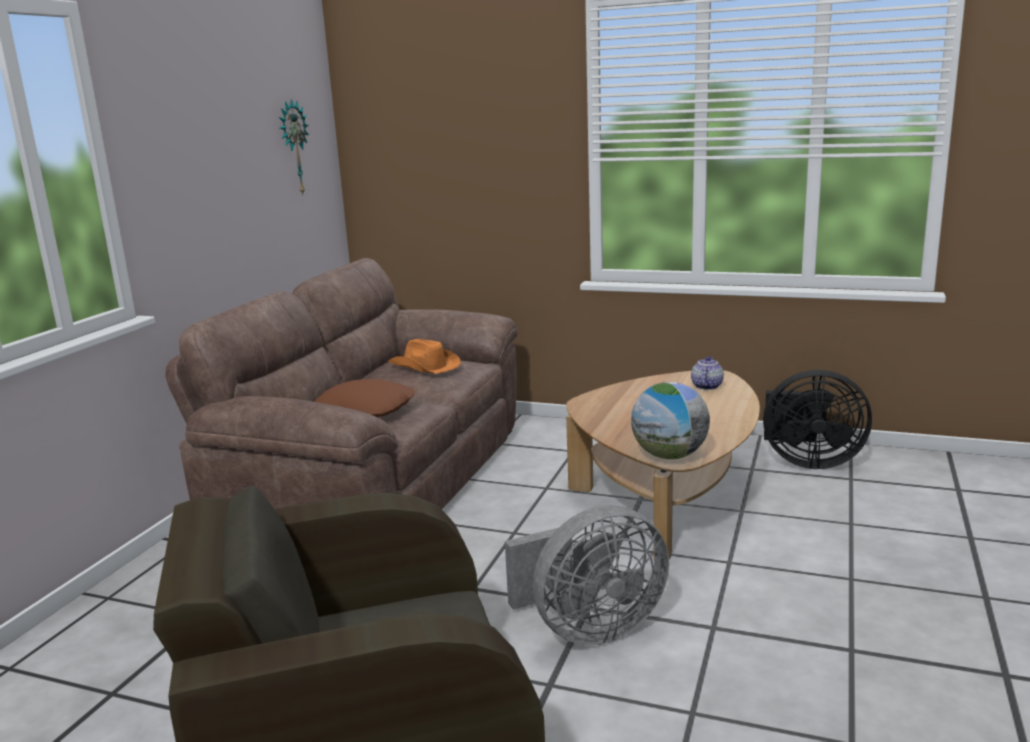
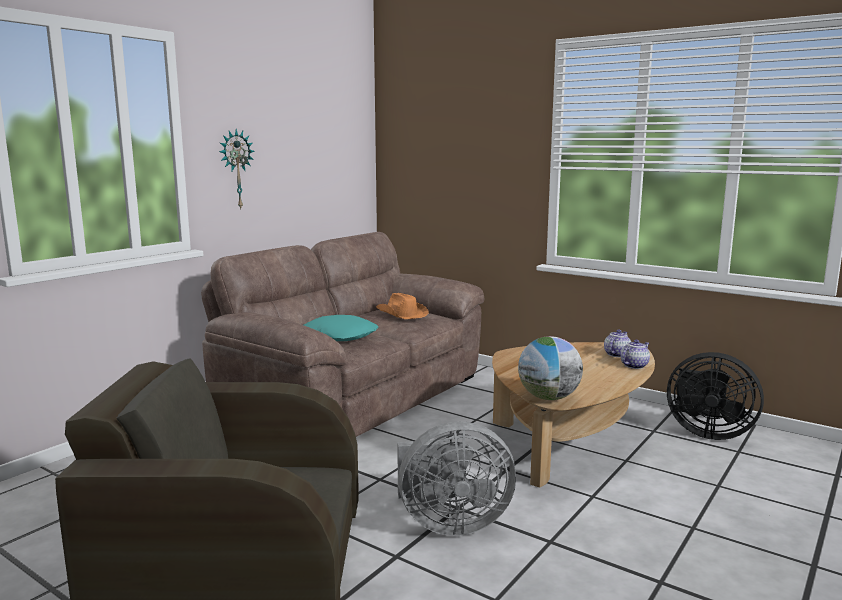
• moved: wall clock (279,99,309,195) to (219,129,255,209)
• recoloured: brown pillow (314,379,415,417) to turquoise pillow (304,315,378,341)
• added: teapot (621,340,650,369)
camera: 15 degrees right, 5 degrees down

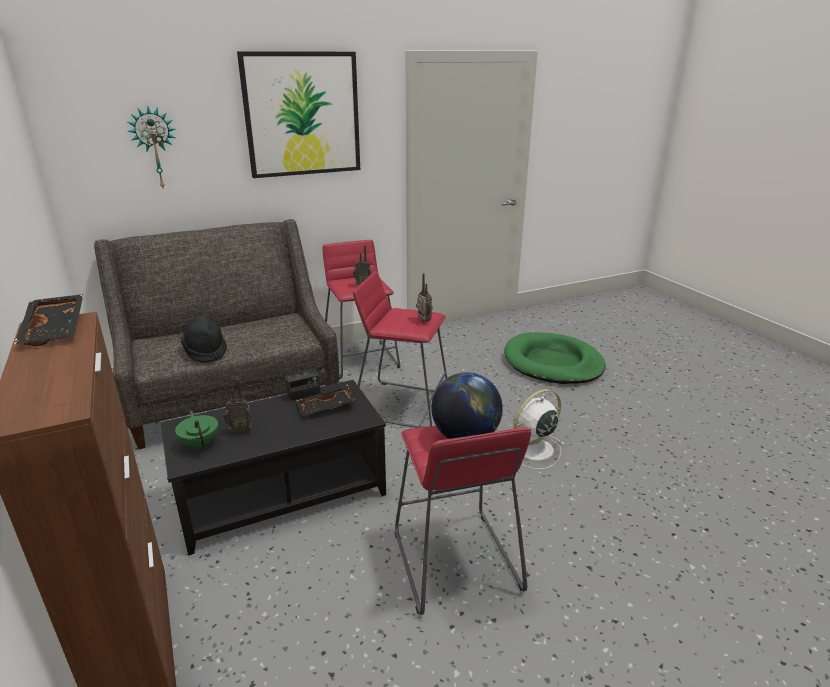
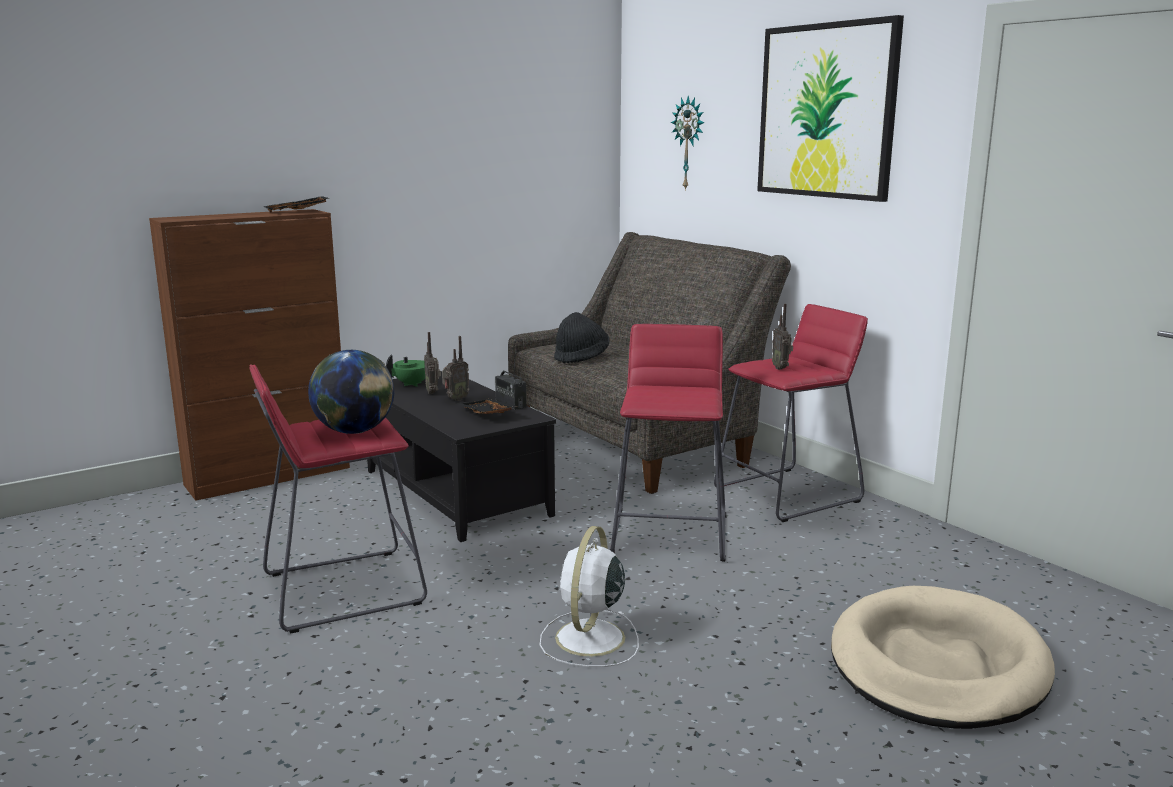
• moved: radio (416,273,433,322) to (442,336,470,401)
• turned: white fan (513,389,564,469) = (540,526,639,667) 120 degrees counterclockwise
• recoloured: green dog bed (504,332,606,384) to beige dog bed (831,586,1055,729)
camera: 80 degrees right, 10 degrees down

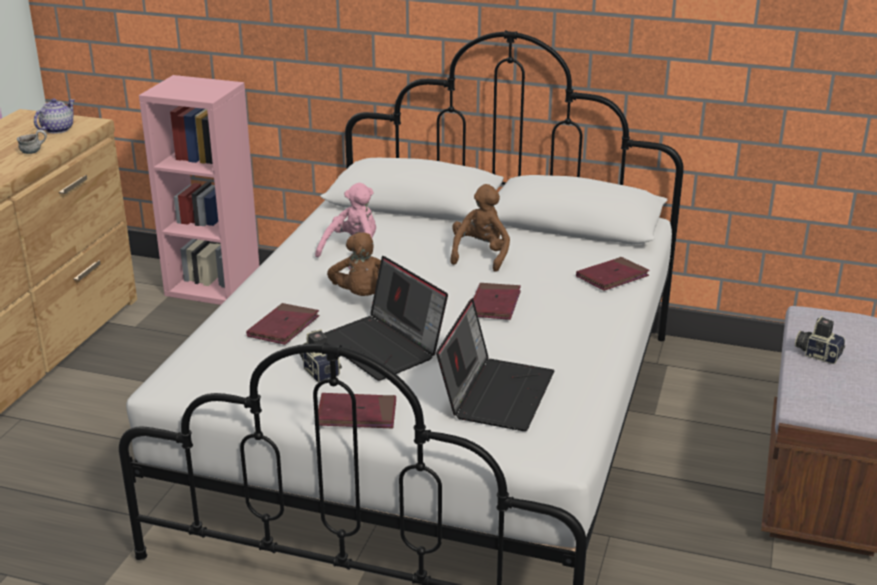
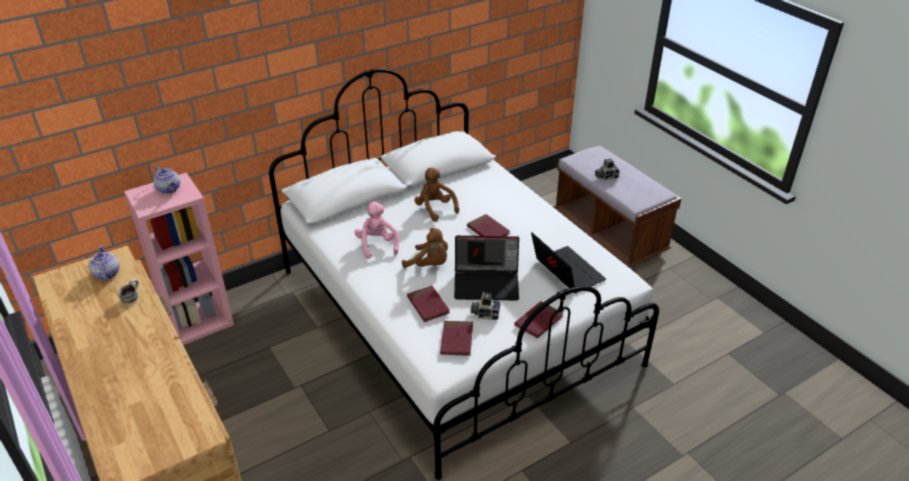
• added: teapot (153,166,180,194)
• moved: red book (576,257,650,291) to (440,321,473,356)
camera: 50 degrees left, 10 degrees up

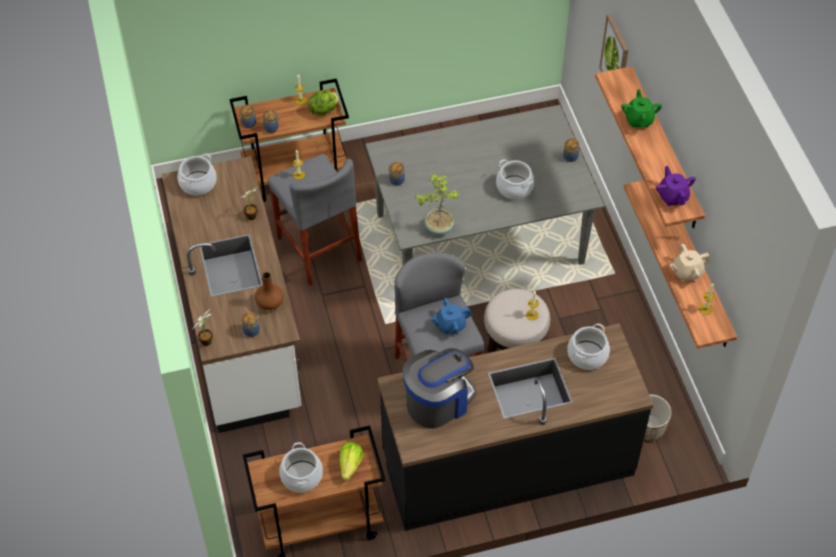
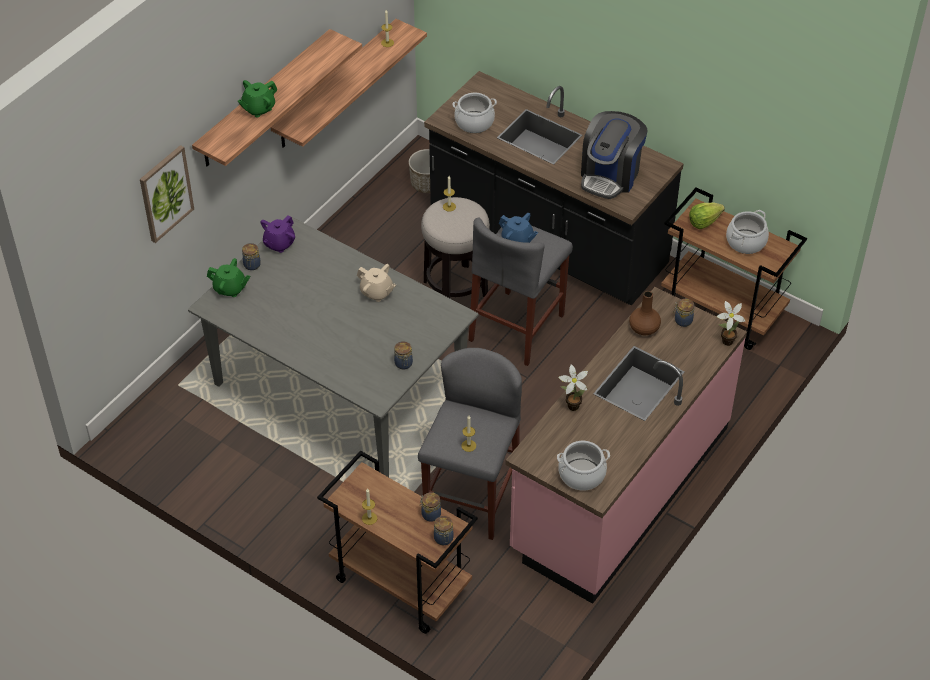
• added: green teapot (207,258,250,297)
• moved: purple teapot (656,166,696,206) to (261,215,295,253)
• moved: beige teapot (669,244,710,282) to (357,264,396,302)
• recoloured: white counter (162,156,301,433) to pink counter (505,287,747,604)
• turned: coffee machine (403,348,477,429) = (581,111,648,199) 75 degrees counterclockwise
• removed: lettuce (308,90,339,116)
• removed: potted plant (415,174,459,235)
• removed: cooking pot (496,159,534,199)
camera: 130 degrees left, 5 degrees down

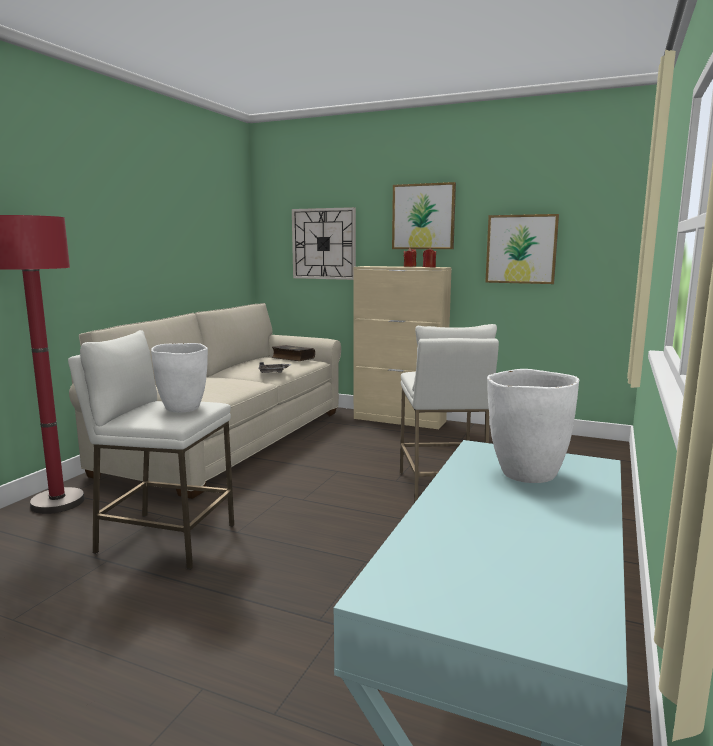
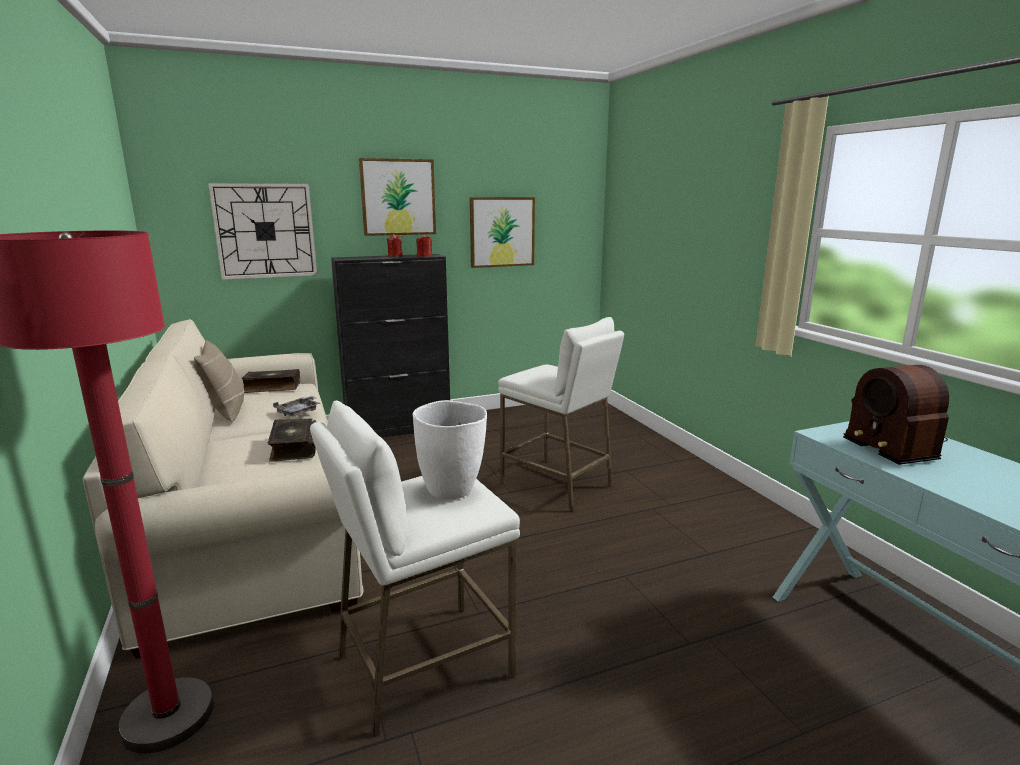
• added: beige pillow (193,340,245,423)
• added: book (267,418,316,462)
• recoloured: beige cabinet (353,266,452,429) to black cabinet (331,254,450,438)
• replaced: white vase (487,369,579,483) to radio (843,365,949,465)
camera: 45 degrees left, 5 degrees up

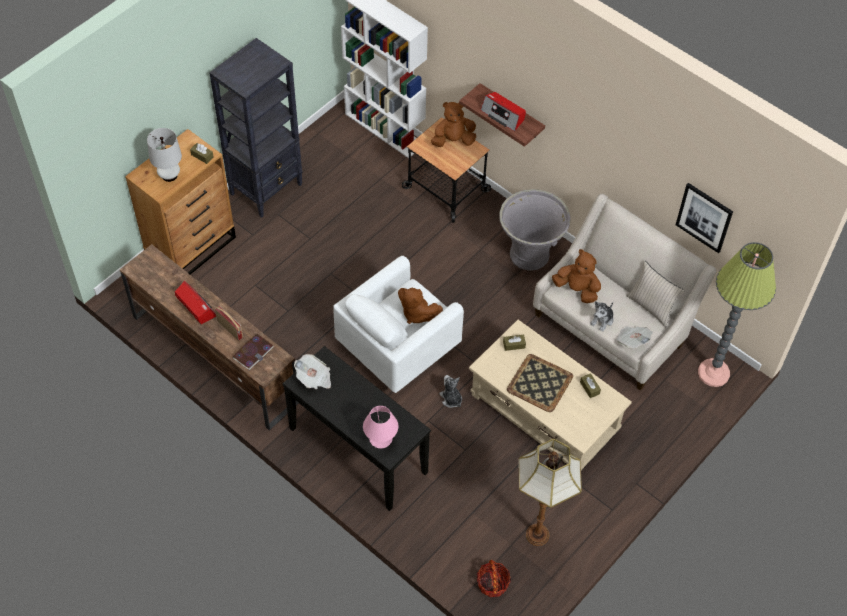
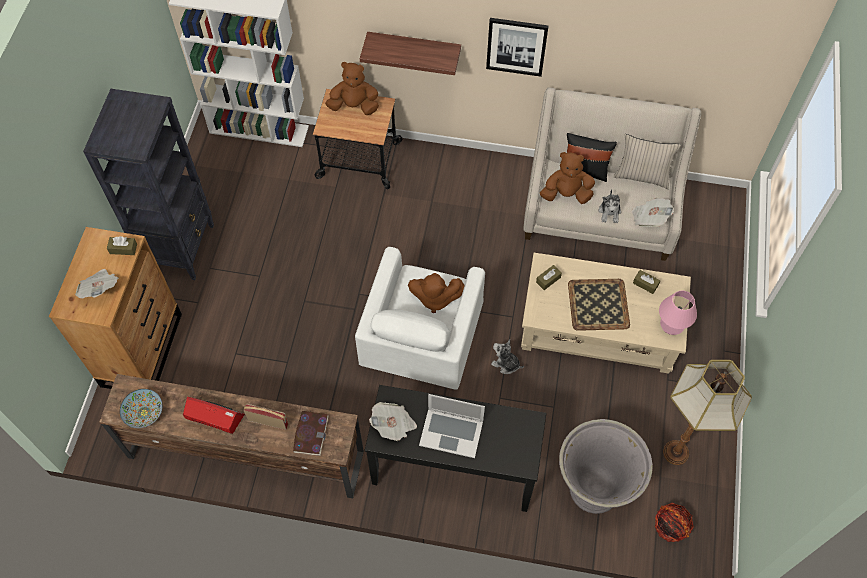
• replaced: white table lamp (147,128,182,182) to newspaper (75,269,118,298)
• added: bowl (120,389,163,428)
• turned: brown plush toy (431,102,476,147) = (325,62,379,115) 45 degrees clockwise
• added: laptop (419,394,485,458)
• moved: picture (676,183,733,253) to (486,18,548,77)
• moved: grey planter (499,189,571,271) to (559,419,653,514)
• added: black pillow (567,133,617,182)
• moved: pink table lamp (363,406,398,449) to (659,291,697,335)
• removed: radio (480,92,526,132)
• removed: floor lamp (698,242,776,387)
camera: 30 degrees left, 5 degrees up

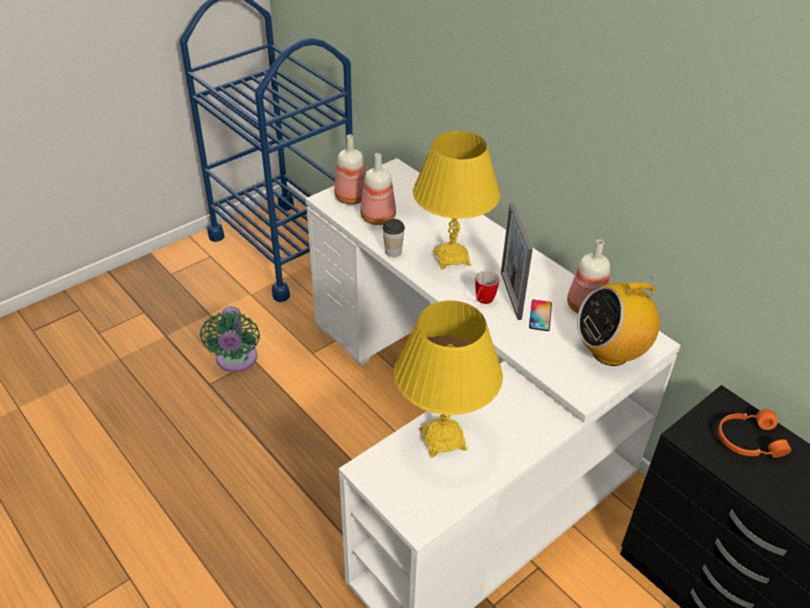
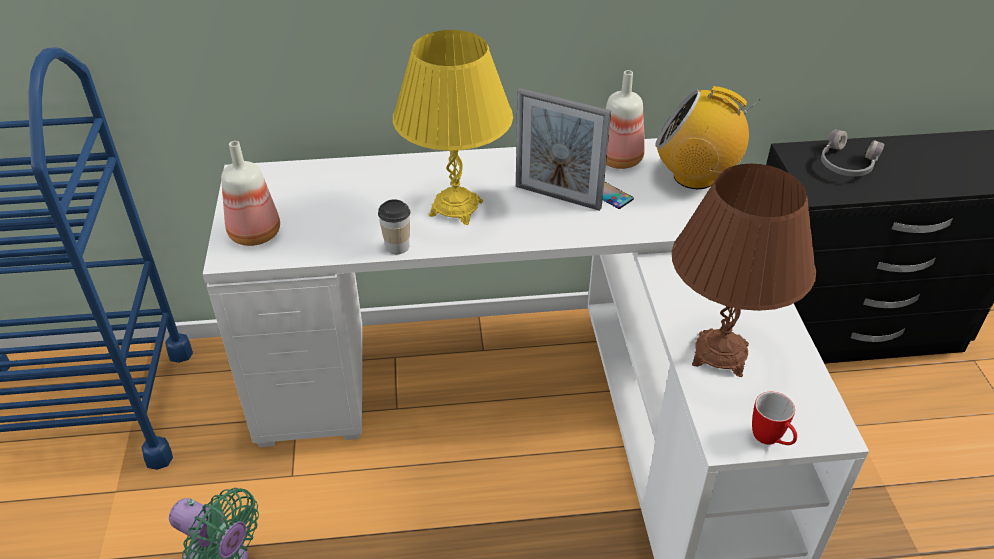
• turned: radio (577,278,660,366) = (655,86,761,189) 90 degrees clockwise
• recoloured: yellow table lamp (394,300,503,458) to brown table lamp (672,164,816,377)
• moved: mug (475,271,499,304) to (752,392,797,445)
• recoloured: orange headphones (718,409,792,458) to grey headphones (821,129,884,176)
• removed: bottle (360,153,396,225)
camera: 55 degrees left, 0 degrees up

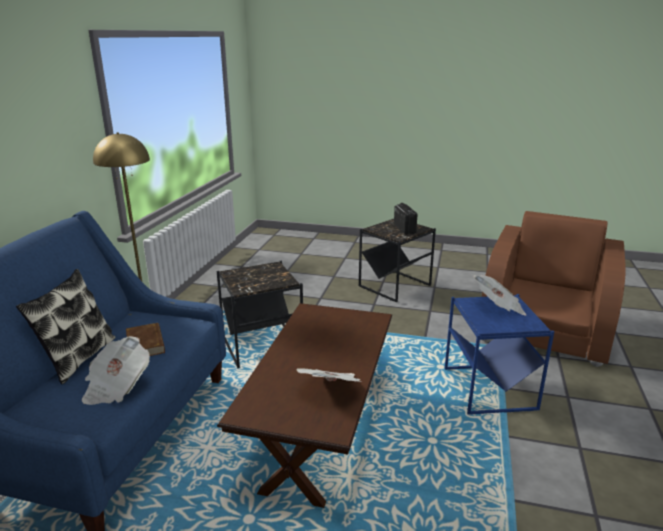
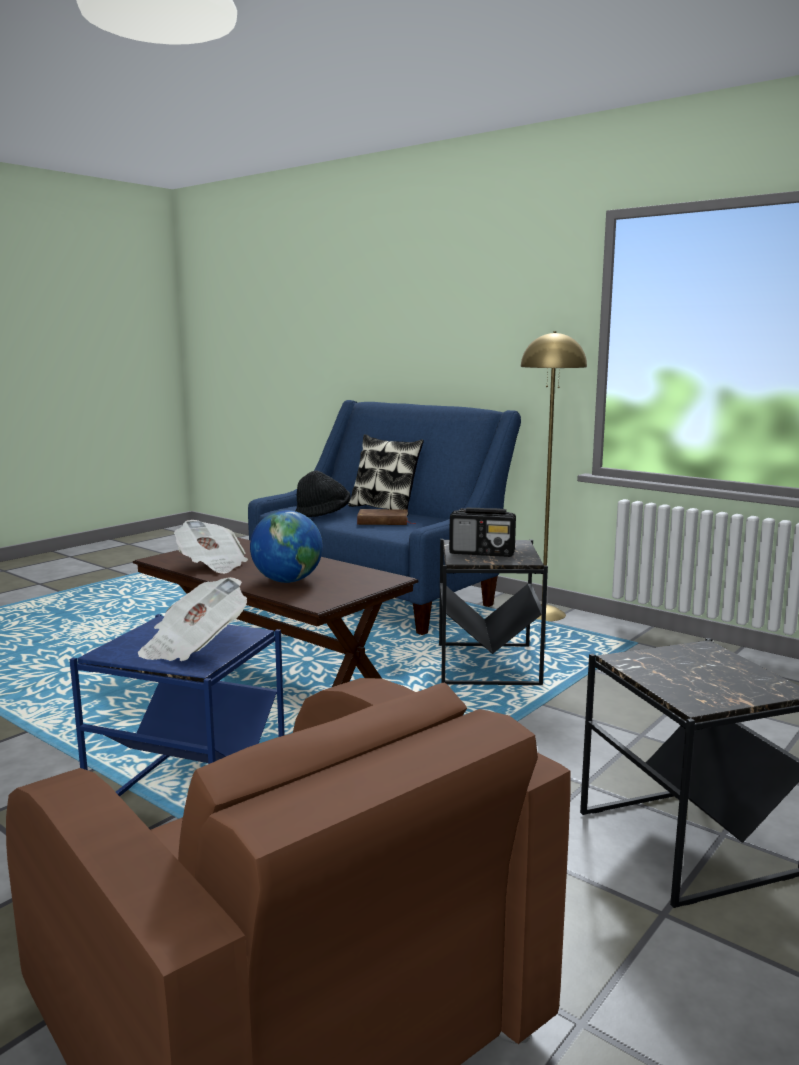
• added: globe (250,510,323,583)
• replaced: newspaper (82,336,150,405) to black hat (296,471,350,517)
• moved: radio (394,203,417,235) to (449,508,516,557)
camera: 115 degrees right, 10 degrees down

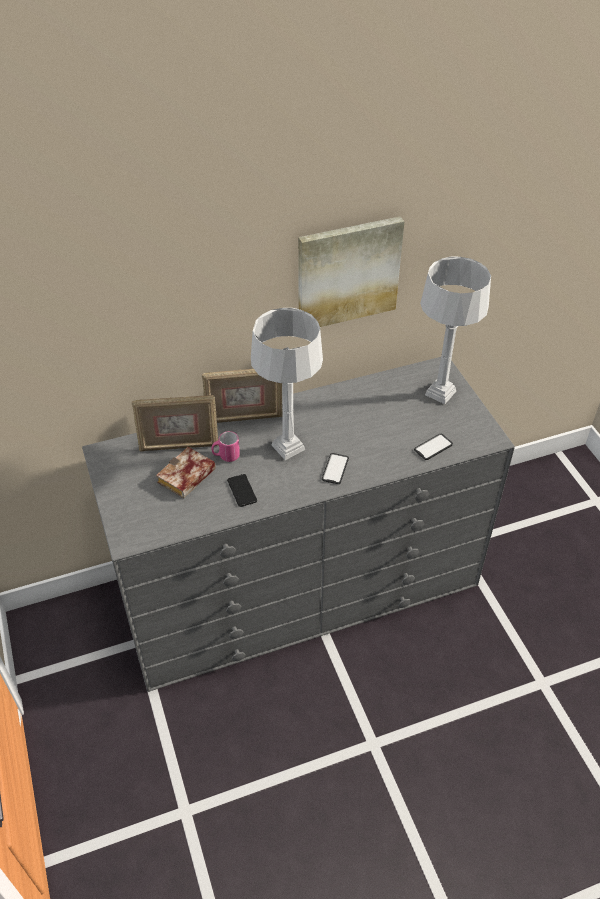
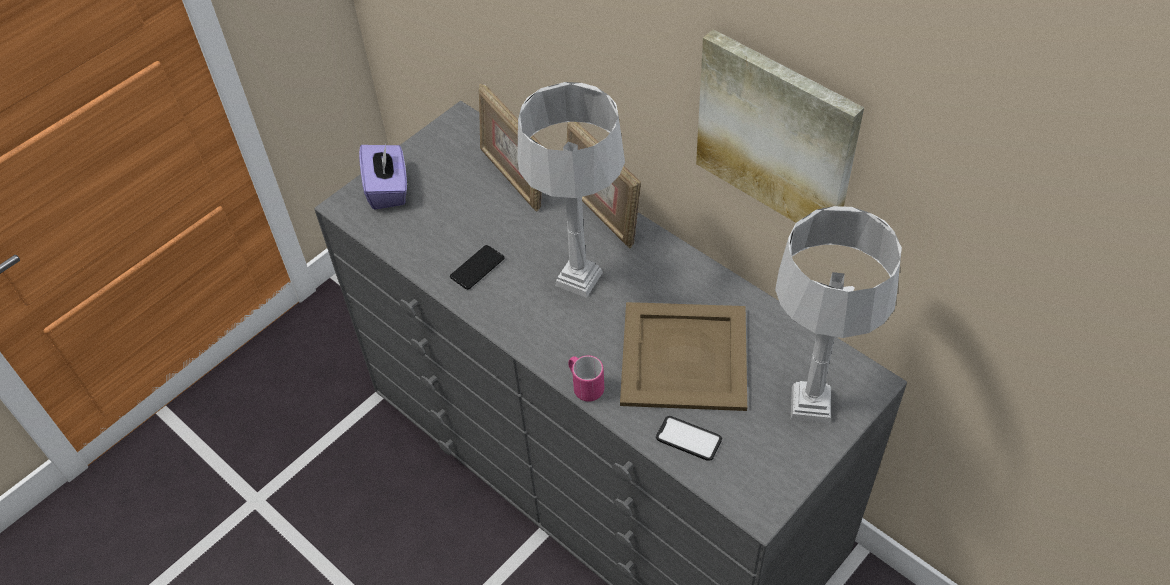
• added: purple tissue box (359,144,407,210)
• moved: pink mug (212,431,240,462) to (568,356,604,402)
• added: beige tray (620,302,747,411)
• removed: book (156,447,216,498)
• removed: phone (322,453,349,484)
camera: 65 degrees right, 5 degrees up

